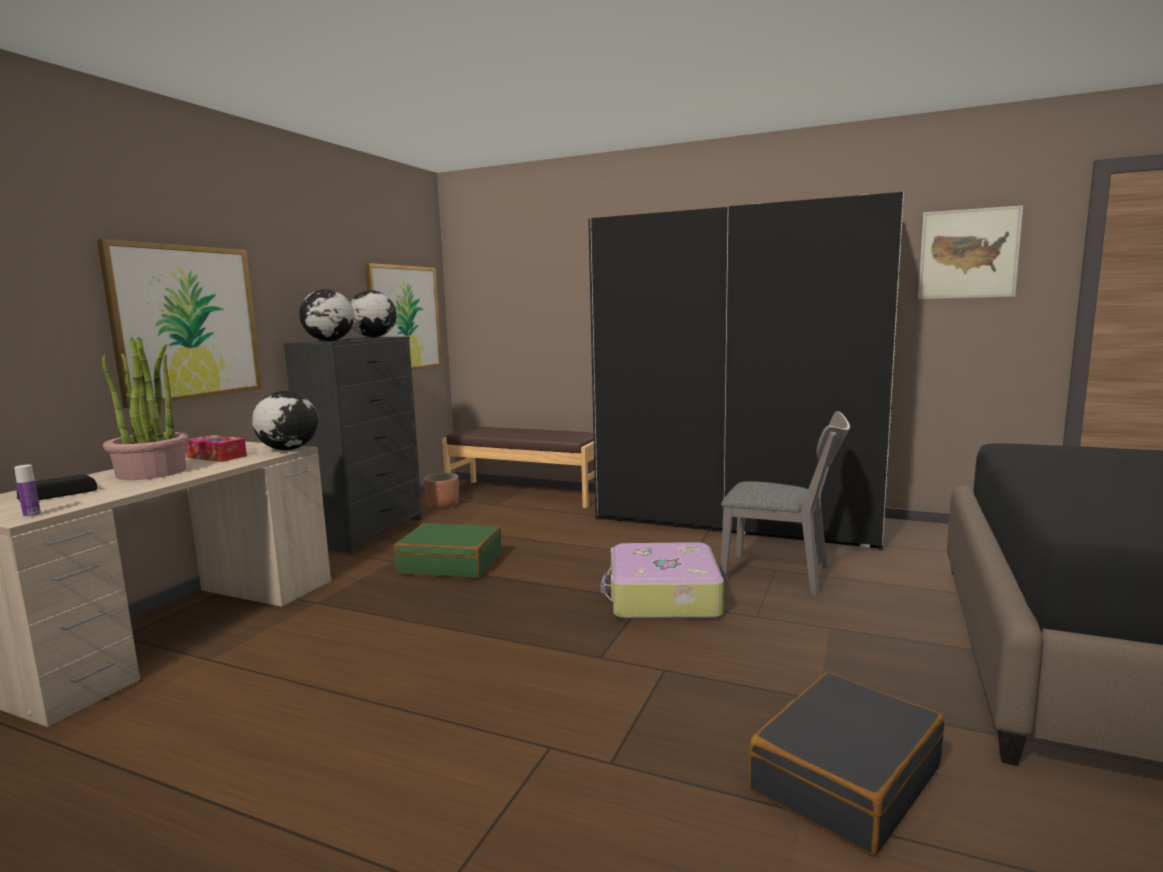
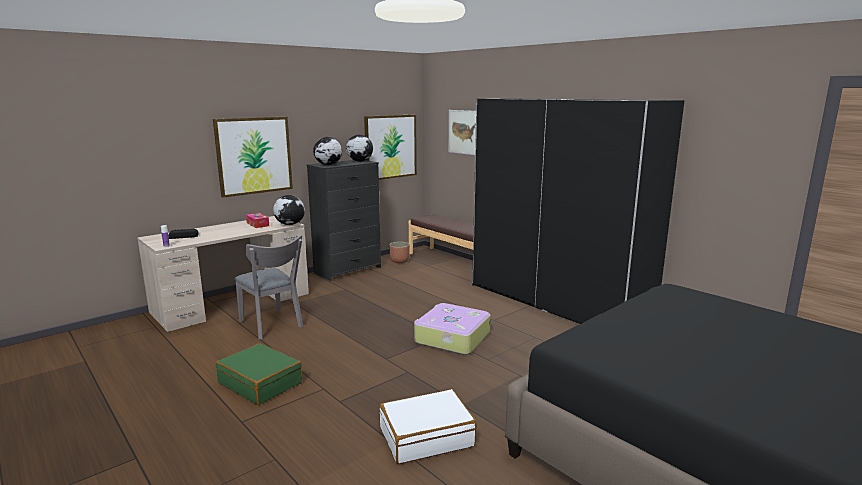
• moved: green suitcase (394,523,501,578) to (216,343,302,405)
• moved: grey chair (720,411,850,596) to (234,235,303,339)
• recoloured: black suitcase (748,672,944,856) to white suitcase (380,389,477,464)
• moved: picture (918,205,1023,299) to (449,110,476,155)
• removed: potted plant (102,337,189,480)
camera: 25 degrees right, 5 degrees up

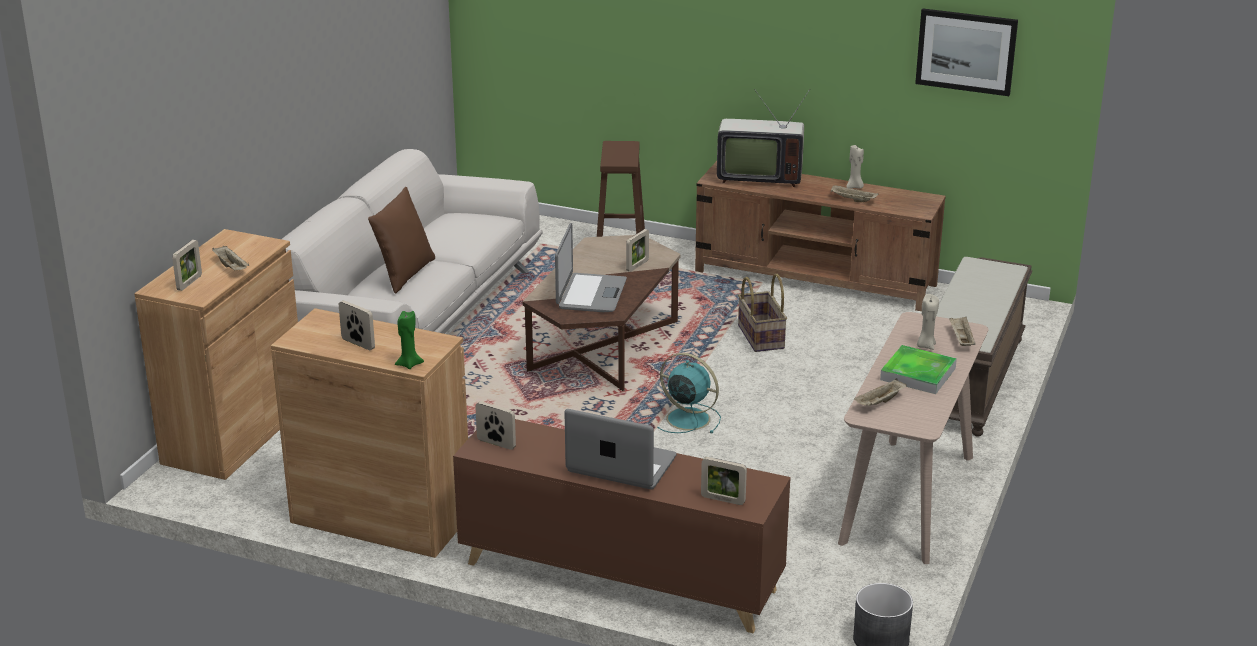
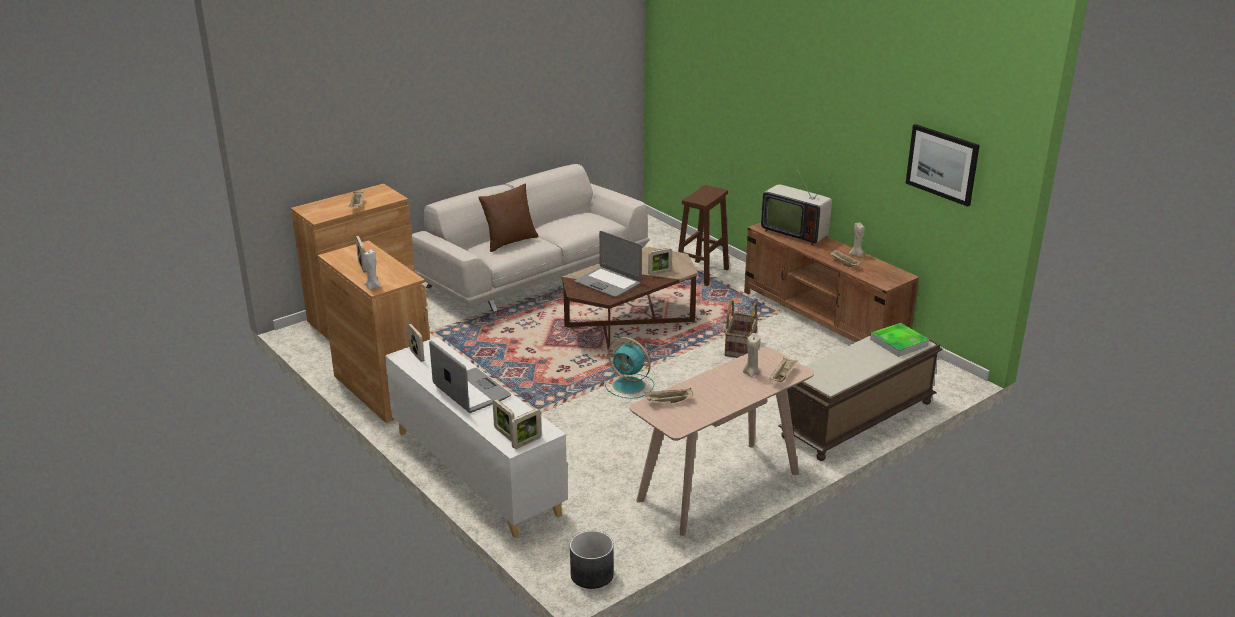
• recoloured: green candle (395,311,424,369) to white candle (363,249,381,290)
• recoloured: brown cabinet (453,419,791,633) to white cabinet (385,337,568,538)
• moved: picture frame (172,240,202,291) to (511,409,542,449)
• turned: laptop (555,223,627,312) = (574,231,642,297) 90 degrees clockwise
• turned: turquoise fan (657,353,721,434) = (605,337,654,399) 150 degrees clockwise
• moved: tray (880,345,957,394) to (870,323,929,357)
camera: 30 degrees right, 0 degrees up

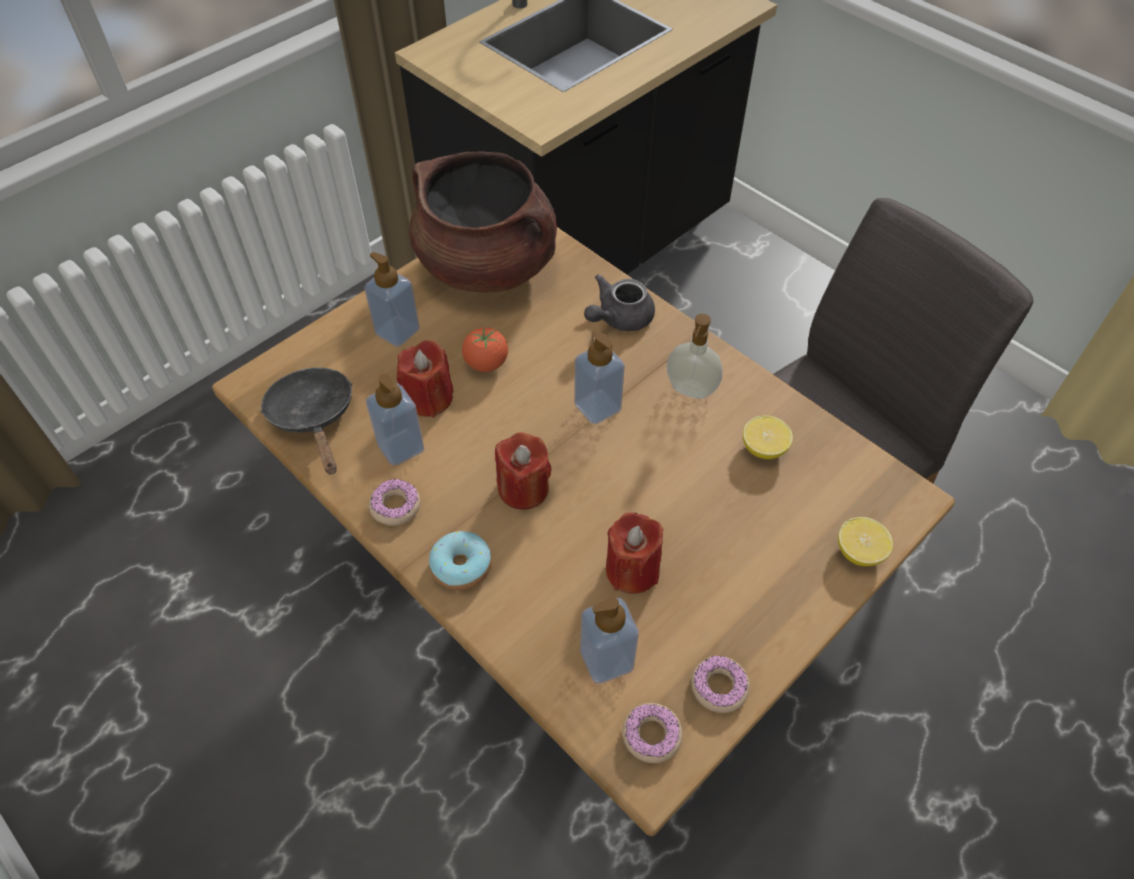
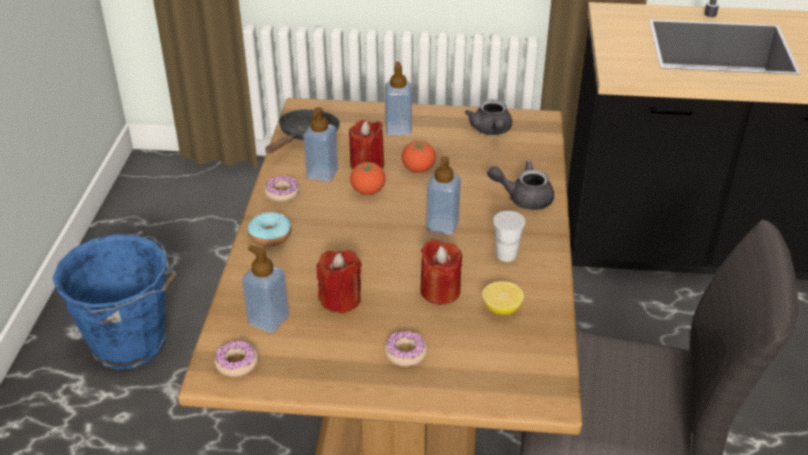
• added: blue bucket (53,234,177,370)
• added: tomato (350,162,386,195)
• moved: donut (691,656,750,713) to (385,331,428,367)
• moved: red candle (495,432,552,510) to (421,239,462,305)
• replaced: brown cooking pot (409,151,557,293) to grey teapot (465,100,512,135)
• replaced: soap dispenser (667,314,723,399) to white cup (493,211,526,262)
• removed: lemon (838,517,893,566)
camera: 50 degrees right, 15 degrees down

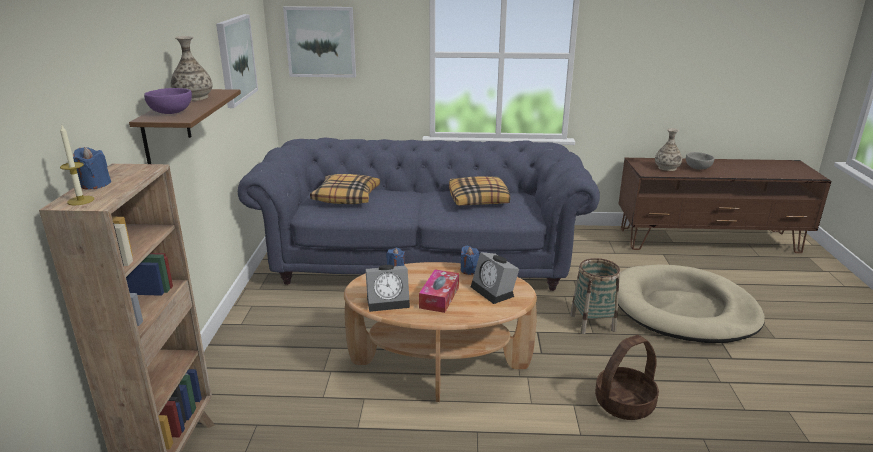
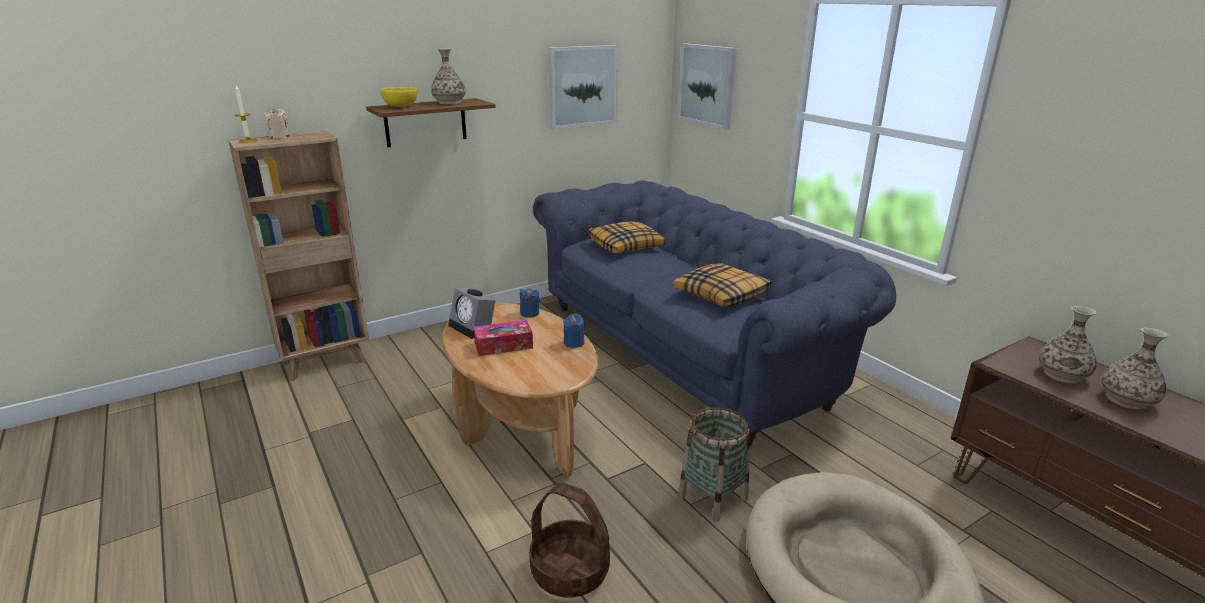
• recoloured: blue candle (73,147,111,190) to beige candle (265,108,290,139)
• recoloured: purple bowl (144,88,192,114) to yellow bowl (380,87,418,107)
• replaced: grey bowl (686,152,715,170) to vase (1102,328,1169,410)
• removed: alarm clock (471,252,519,304)
camera: 55 degrees right, 0 degrees up

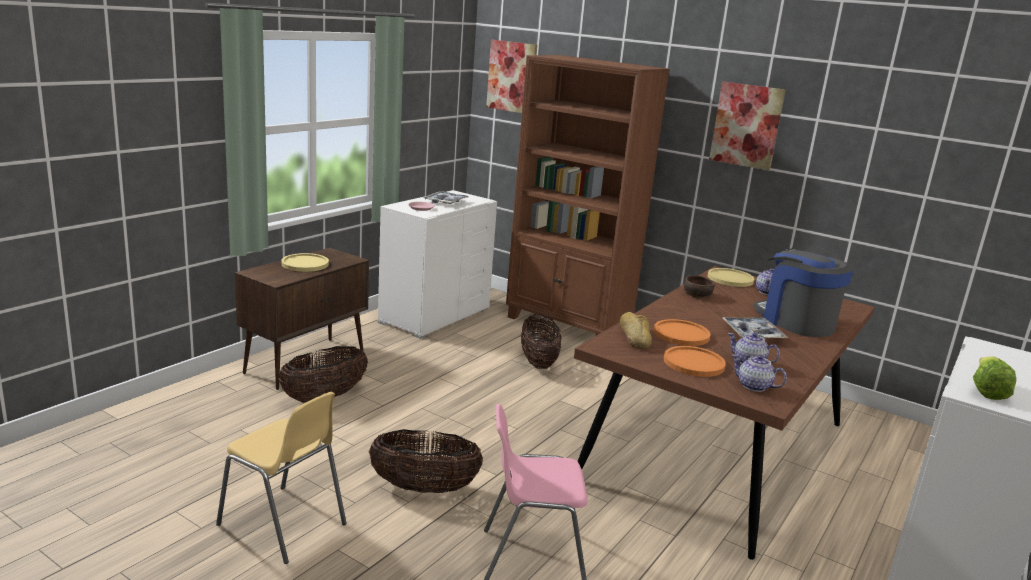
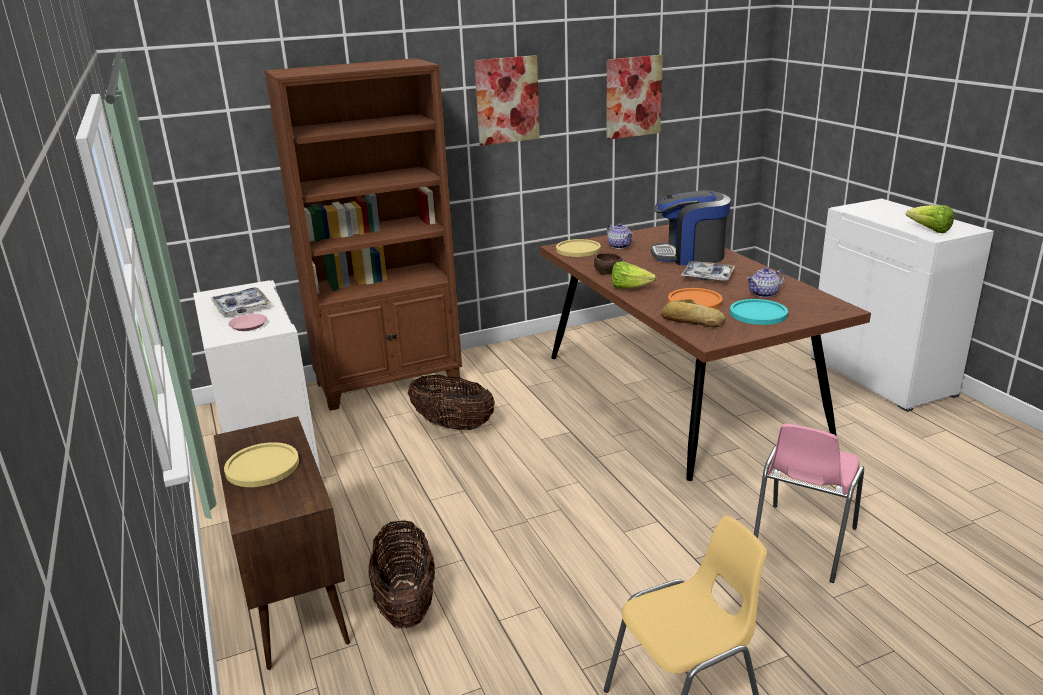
• moved: picture (486,40,537,113) to (606,55,663,140)
• added: lettuce (611,261,657,288)
• recoloured: orange plate (664,346,726,377) to turquoise plate (730,299,788,325)
• removed: basket (368,429,483,493)
• removed: teapot (731,354,787,392)
camera: 55 degrees left, 5 degrees up

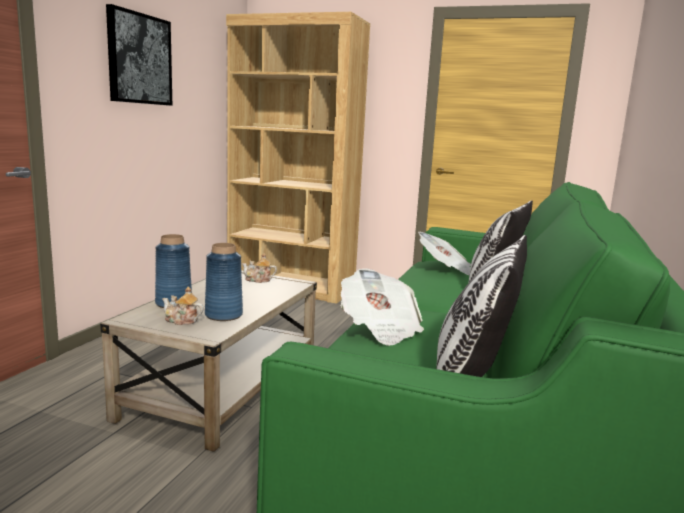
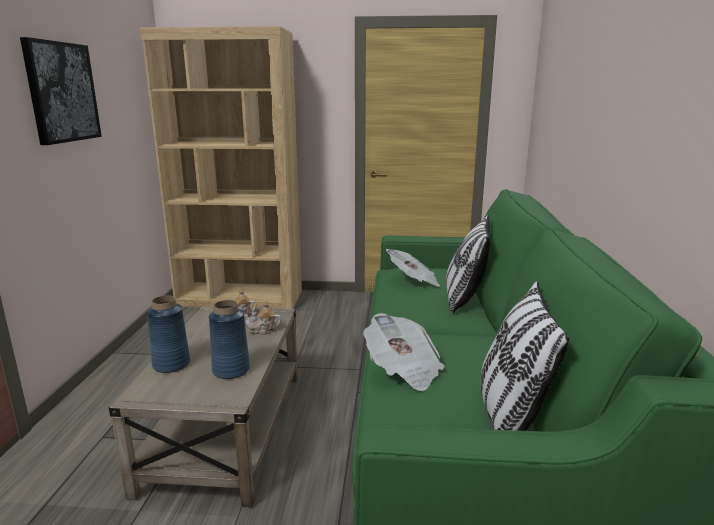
• moved: teapot (162,286,204,325) to (244,302,281,335)
camera: 15 degrees left, 5 degrees up

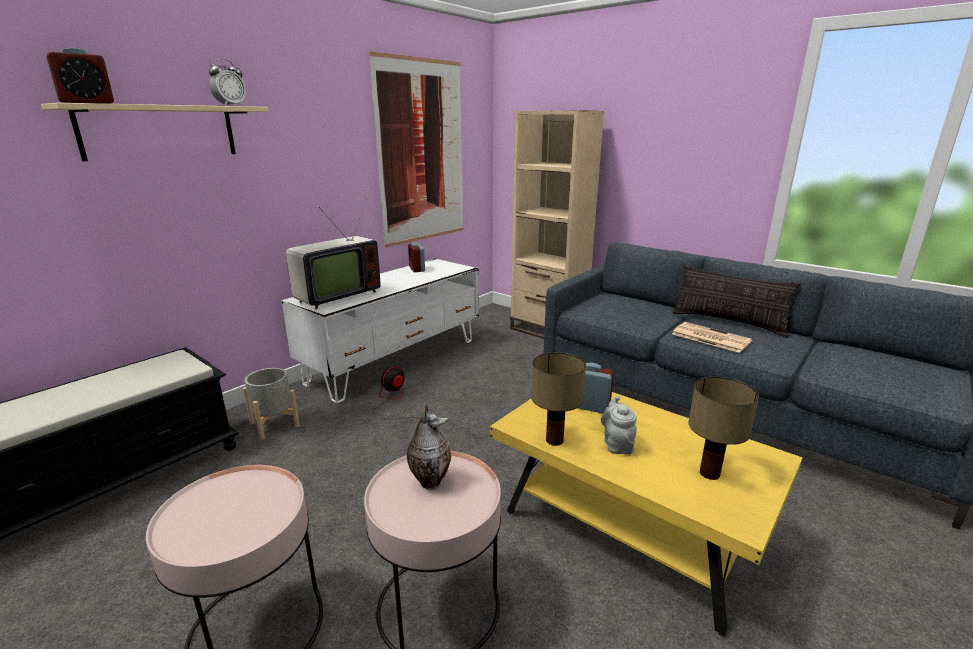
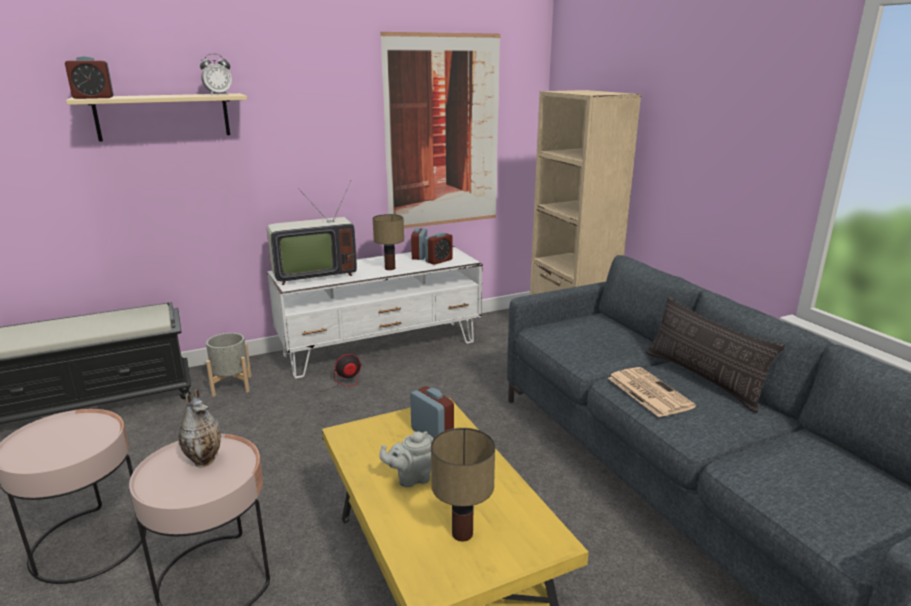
• moved: table lamp (531,352,586,446) to (373,214,404,270)
• turned: grey teapot (601,395,637,455) = (379,431,433,487) 135 degrees counterclockwise
• added: alarm clock (425,232,453,265)
camera: 25 degrees right, 0 degrees up

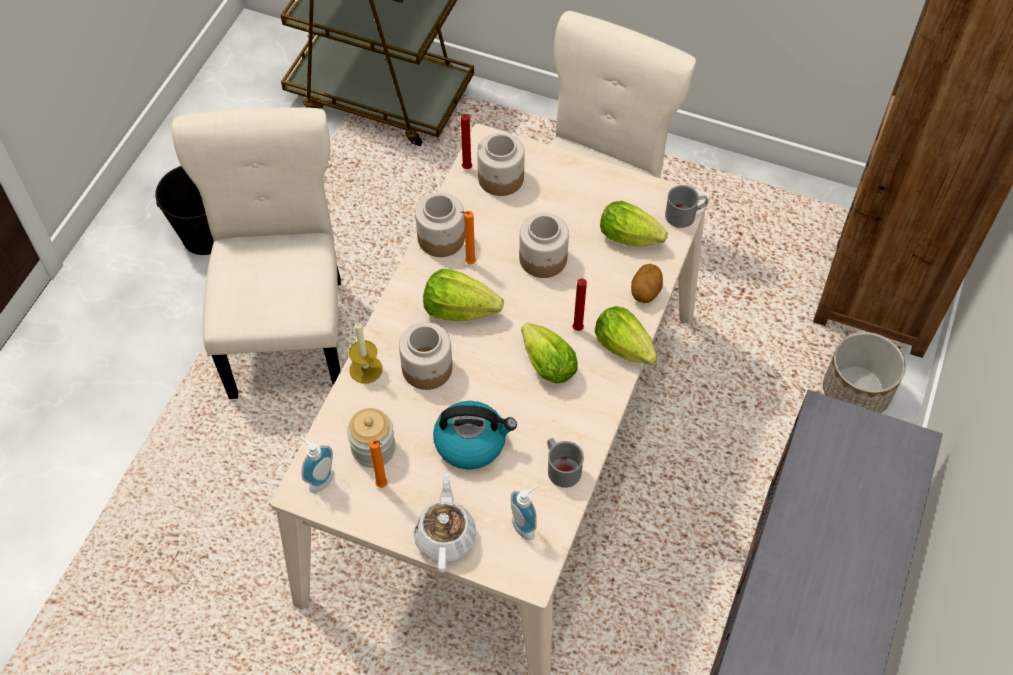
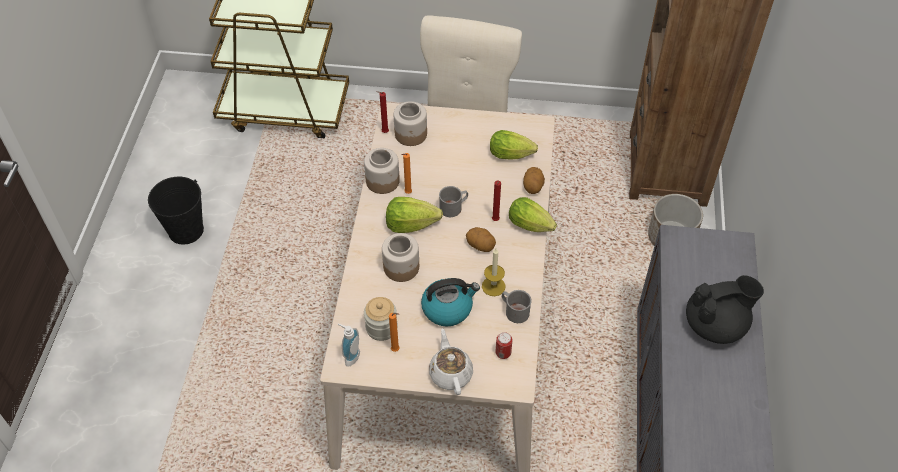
• moved: grey mug (665,185,708,228) to (439,186,468,217)
• replaced: lettuce (521,323,578,383) to potato (466,227,496,252)
• moved: candle (349,321,382,384) to (482,249,506,296)
• replaced: soap dispenser (511,485,538,541) to can (495,332,512,359)
• added: black teapot (686,275,764,344)
• removed: beige chair (172,107,341,399)
• removed: jar (519,213,569,278)
camera: 15 degrees left, 5 degrees down

